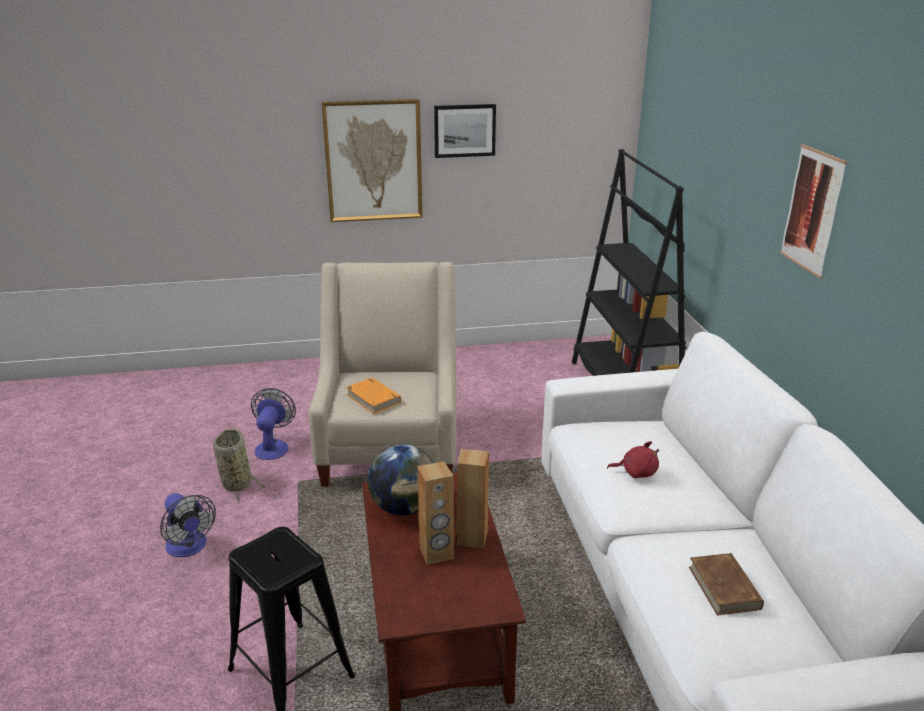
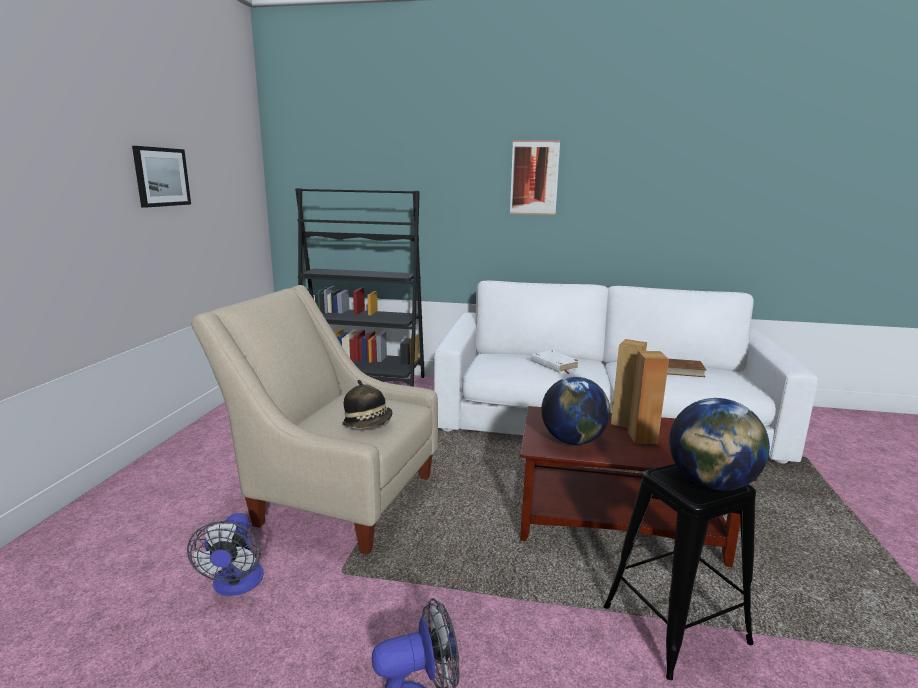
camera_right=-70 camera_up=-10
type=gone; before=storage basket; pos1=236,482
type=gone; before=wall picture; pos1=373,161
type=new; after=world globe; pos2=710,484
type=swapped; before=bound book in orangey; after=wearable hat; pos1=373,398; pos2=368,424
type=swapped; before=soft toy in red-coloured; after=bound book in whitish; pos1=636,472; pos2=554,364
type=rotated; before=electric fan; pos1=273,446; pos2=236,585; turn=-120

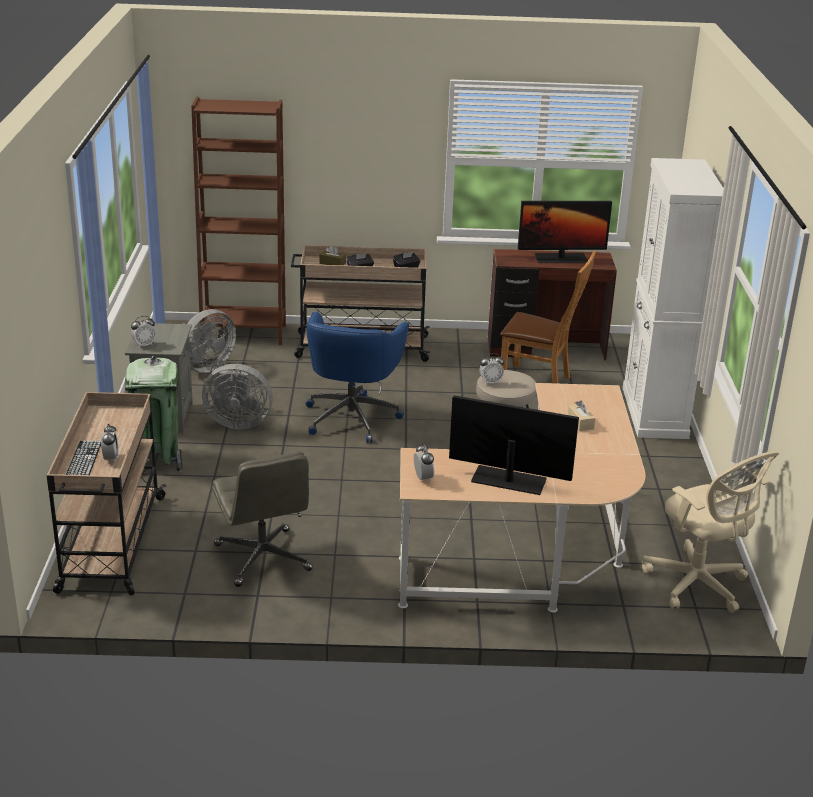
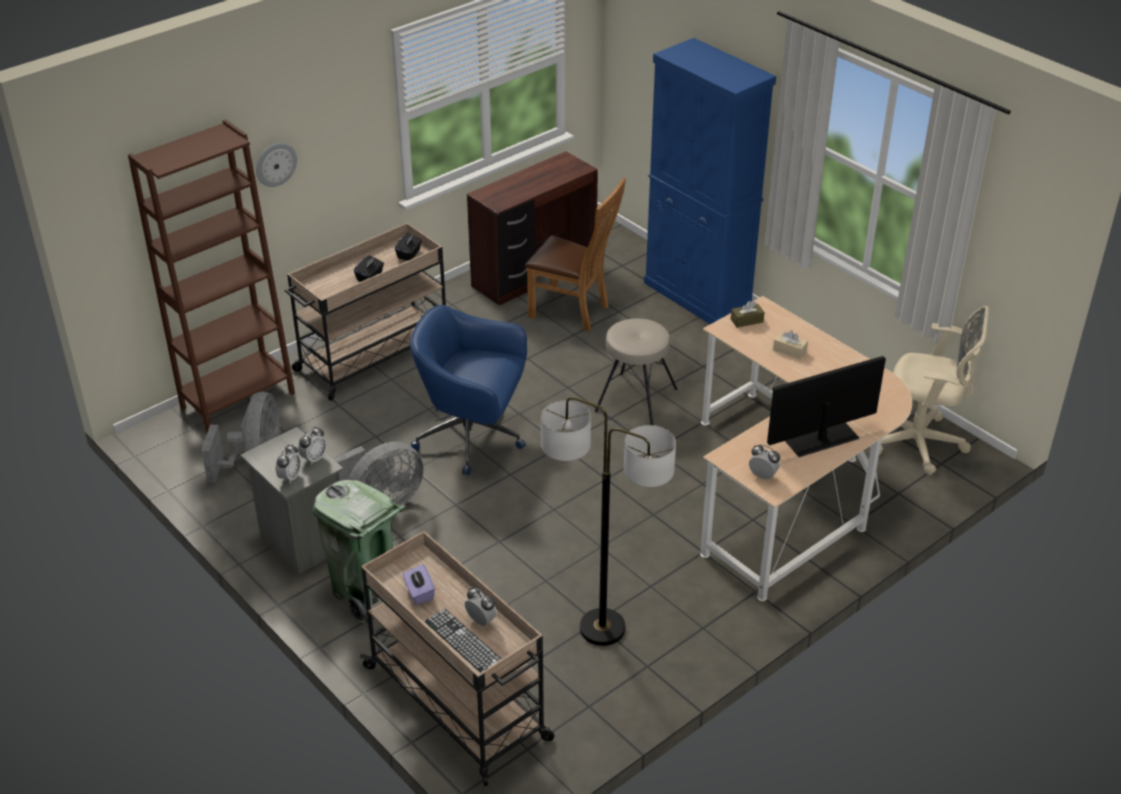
camera_right=-40 camera_up=10
type=gone; before=computer screen; pos1=561,258
type=new; after=clock on the wall; pos2=275,164
type=new; after=tissue box in purple; pos2=419,593
type=shifted; before=tissue box in brown; pos1=332,263; pos2=746,320
type=shifted; before=bedside clock; pos1=490,382; pos2=314,458
type=swapped; before=office chair in greyish; after=standing lamp; pos1=263,558; pos2=602,628
type=repainted; before=cabinet in whitish; after=cabinet in blue-coloured; pos1=654,413; pos2=697,295
type=rotated; before=office chair in blue-coloured; pos1=352,417; pos2=472,438; turn=135
type=rotated; before=plain chair in brown; pos1=539,381; pos2=573,311; turn=45

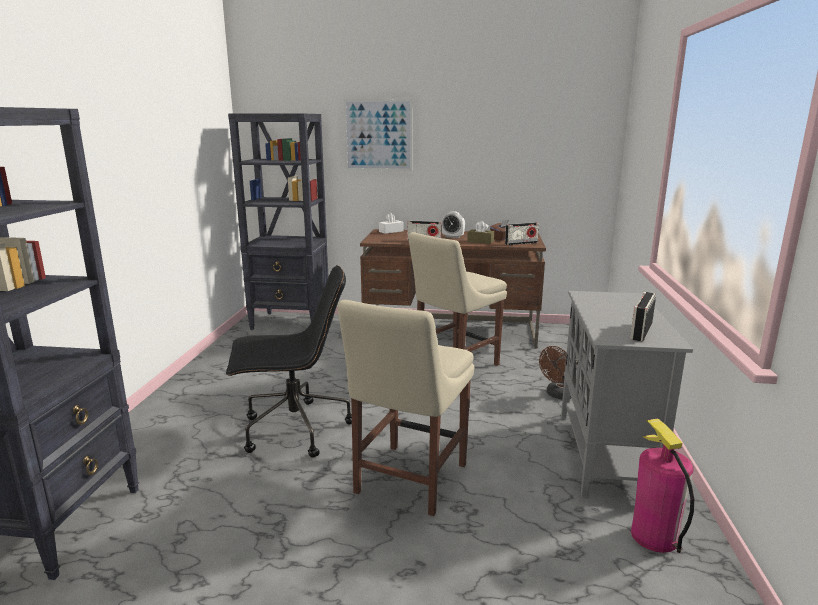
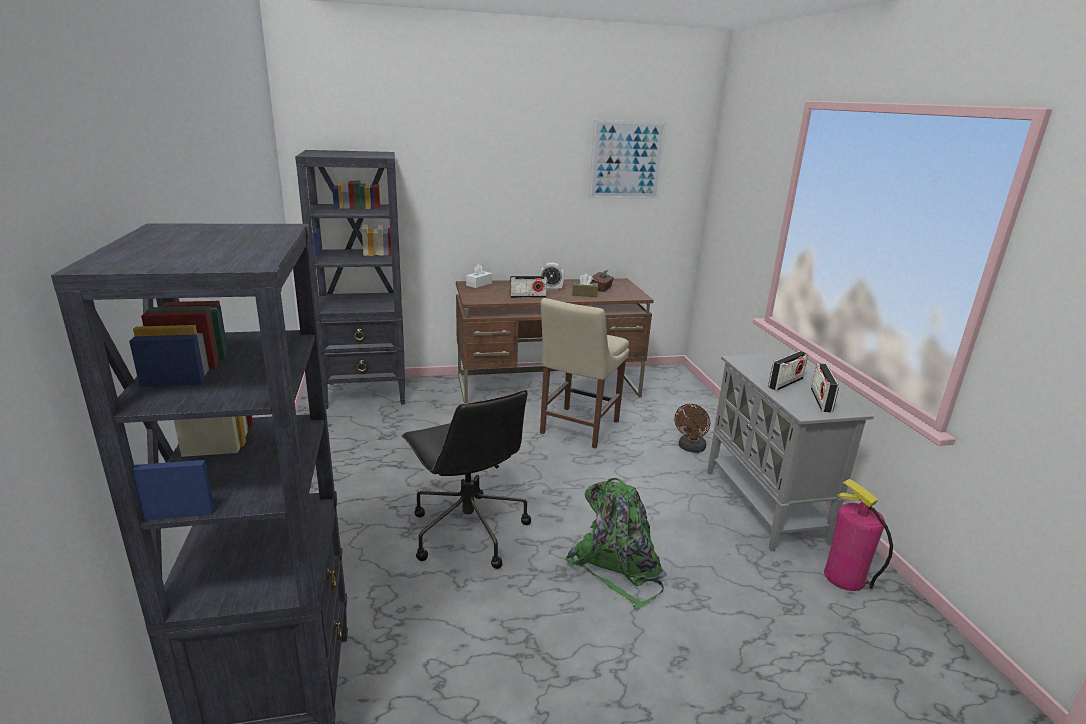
camera_right=-20 camera_up=5
type=shifted; before=wall picture; pos1=378,135; pos2=626,160
type=shifted; before=radio; pos1=521,243; pos2=785,383
type=swapped; before=plain chair in beige-coloured; after=rucksack in greenish; pos1=408,481; pos2=618,566
type=rotated; before=office chair in blackish; pos1=293,430; pos2=467,530; turn=90

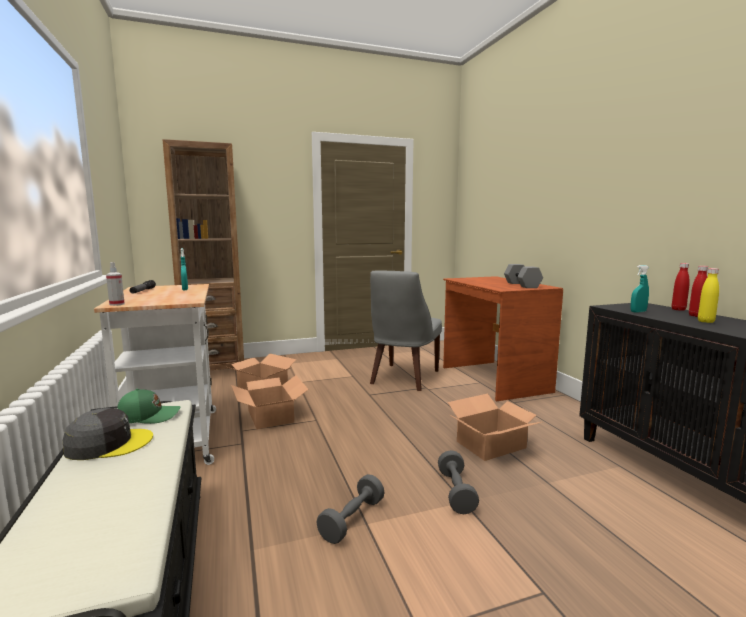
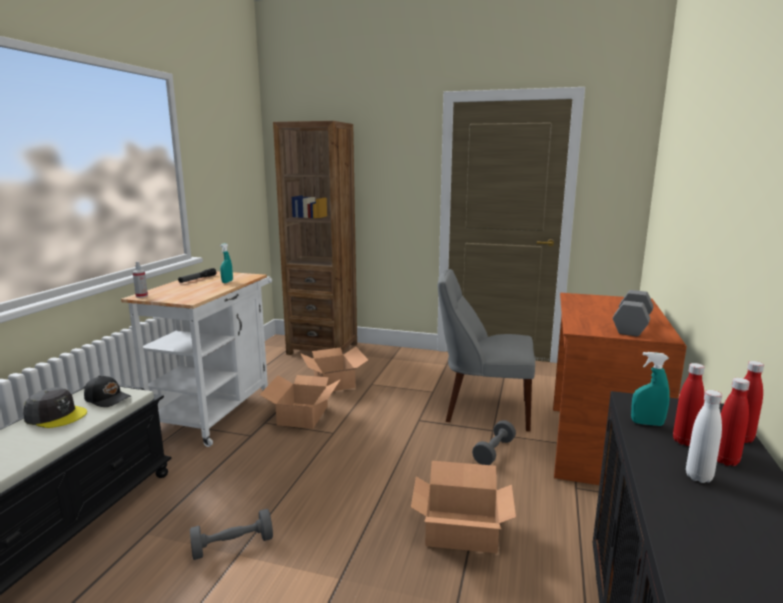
camera_right=35 camera_up=5
type=new; after=beverage bottle in red-coloured; pos2=684,441
type=shifted; before=hand weight in greyish; pos1=456,492; pos2=494,452
type=repainted; before=peaked cap in greenish; after=peaked cap in blackish; pos1=148,416; pos2=108,398
type=repainted; before=beverage bottle in yellow-coloured; after=beverage bottle in whitish; pos1=706,321; pos2=698,477
type=rotated; before=plain chair in greyish; pos1=403,378; pos2=483,410; turn=45

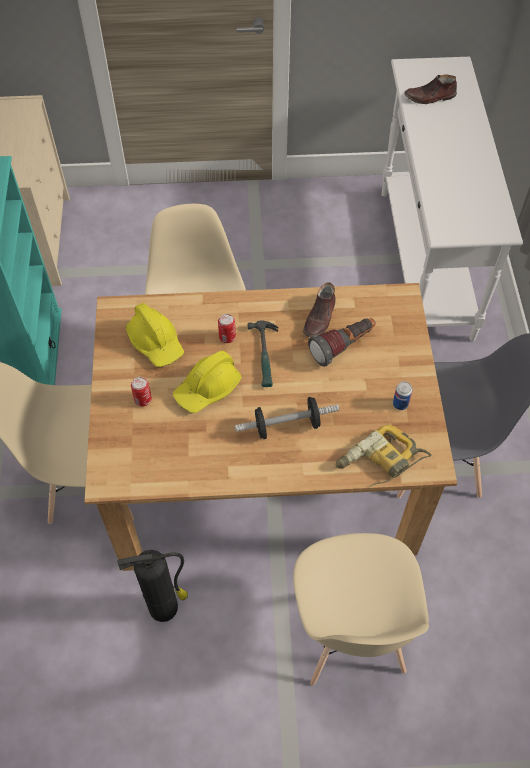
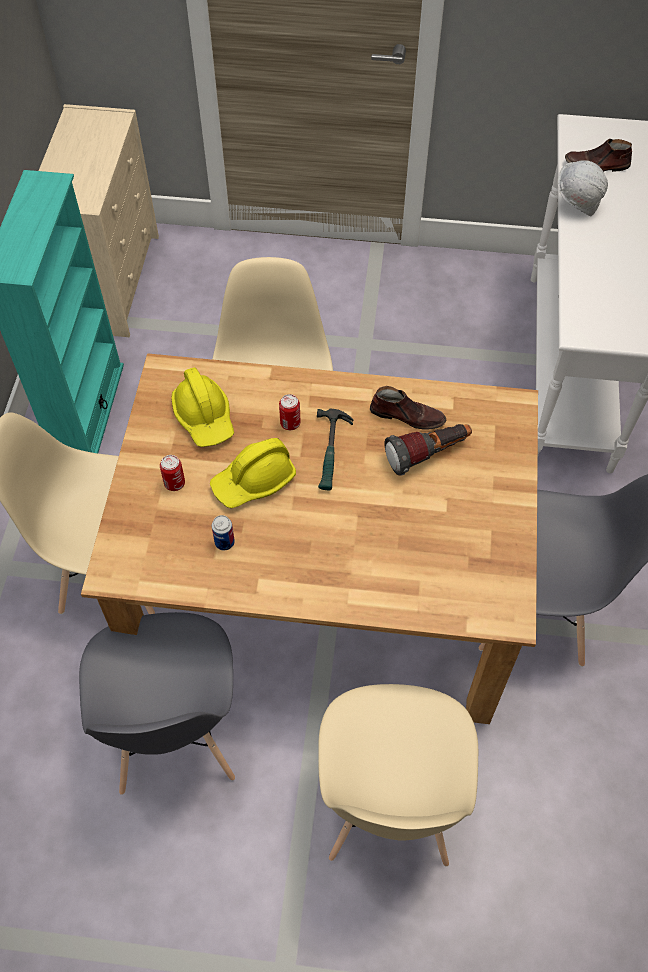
camera_right=10 camera_up=0
type=gone; before=hand weight; pos1=287,426
type=gone; before=power drill; pos1=380,463
type=new; after=safety helmet in whitish; pos2=577,205
type=shifted; before=sealed can; pos1=400,404; pos2=224,542
type=swapped; before=fire extinguisher; after=plain chair in greyish; pos1=165,607; pos2=174,735
type=rotated; before=shoe in brown; pos1=320,317; pos2=407,415; turn=-105

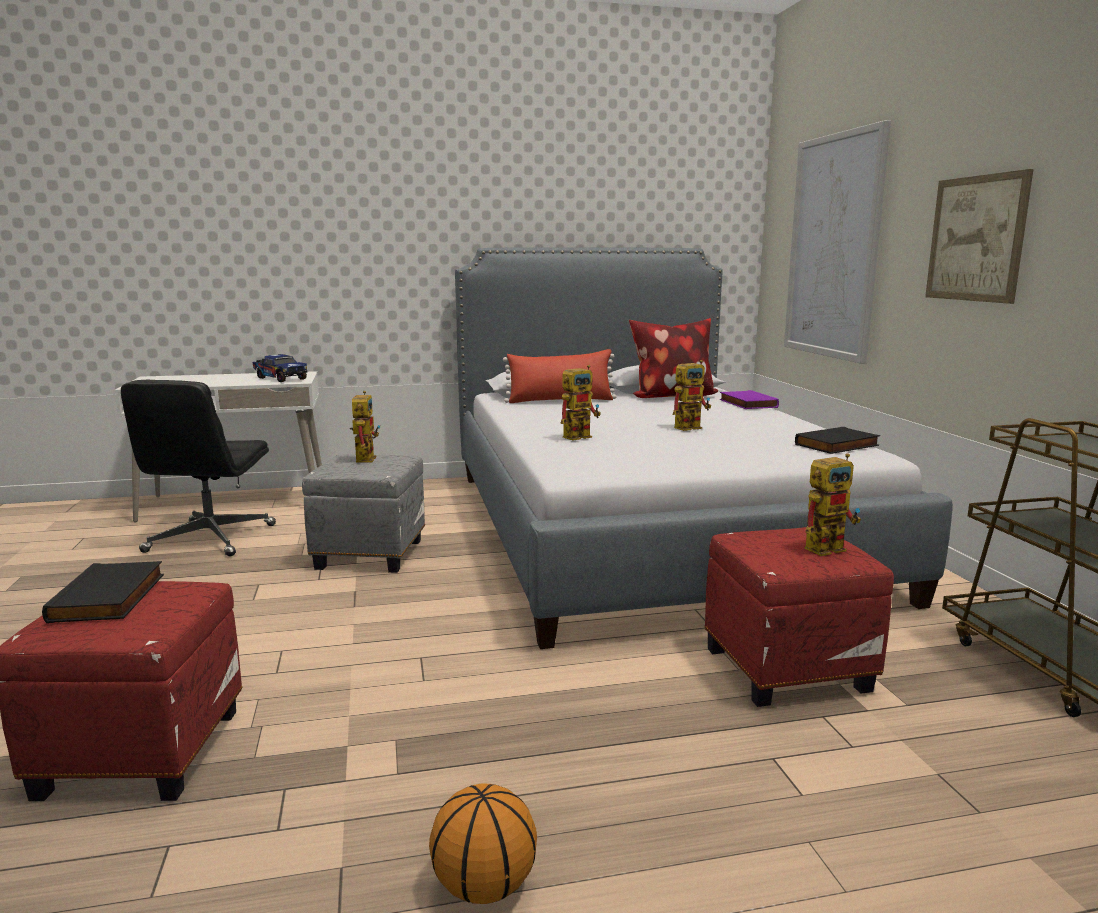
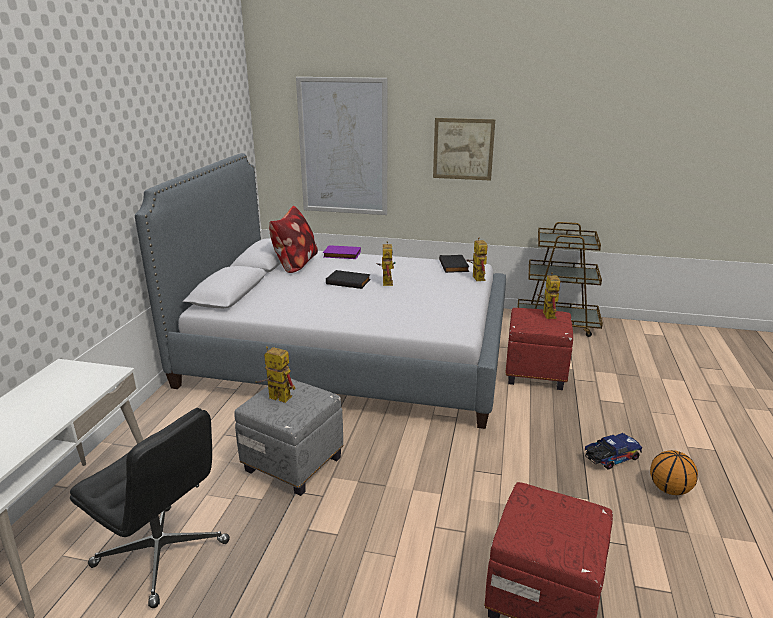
camera_right=-65 camera_up=10
type=gone; before=throw pillow in red-coloured; pos1=560,400
type=shifted; before=bound book in blackish; pos1=110,598; pos2=349,281
type=shifted; before=model truck; pos1=280,378; pos2=610,458
type=shifted; before=robot figure; pos1=580,436; pos2=476,277

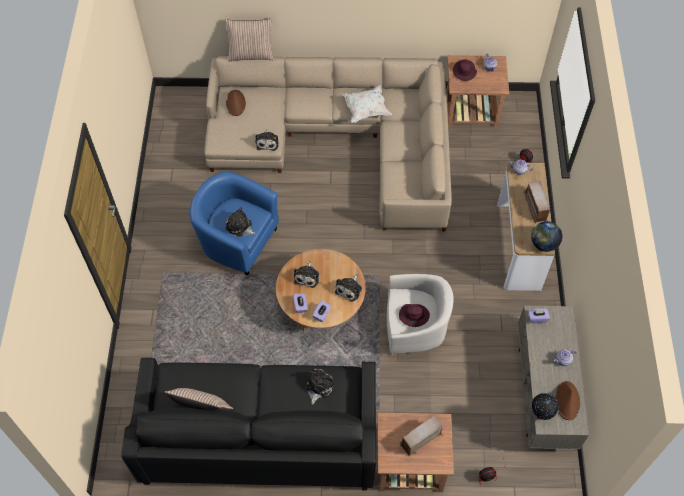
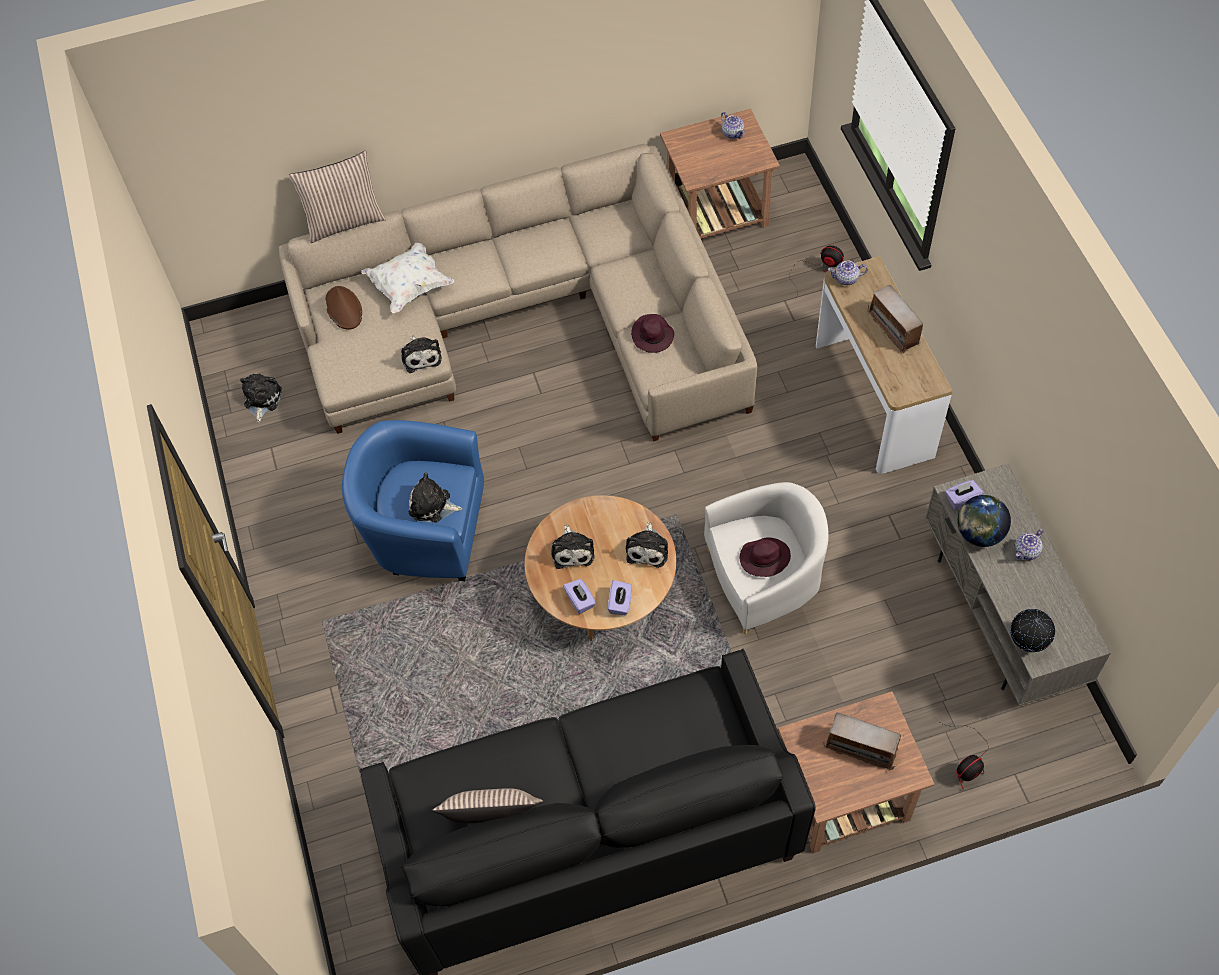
camera_right=-15 camera_up=0
type=gone; before=wearable hat in brown; pos1=567,400
type=shifted; before=soft toy; pos1=319,386; pos2=262,399
type=shifted; before=throw pillow in whitish; pos1=366,110; pos2=409,286
type=shifted; before=wearable hat in purple; pos1=464,72; pos2=653,336
type=shifted; before=world globe; pos1=543,244; pos2=979,533
type=rotated; before=radio; pos1=420,439; pos2=861,747; turn=-105

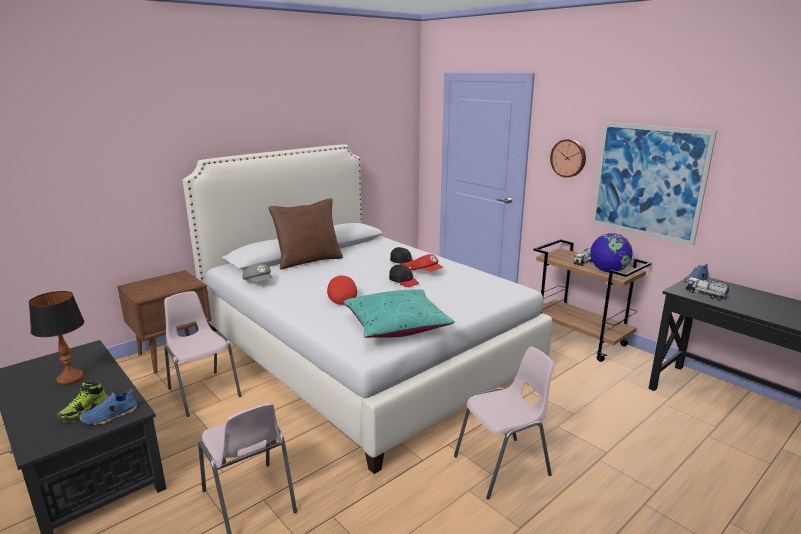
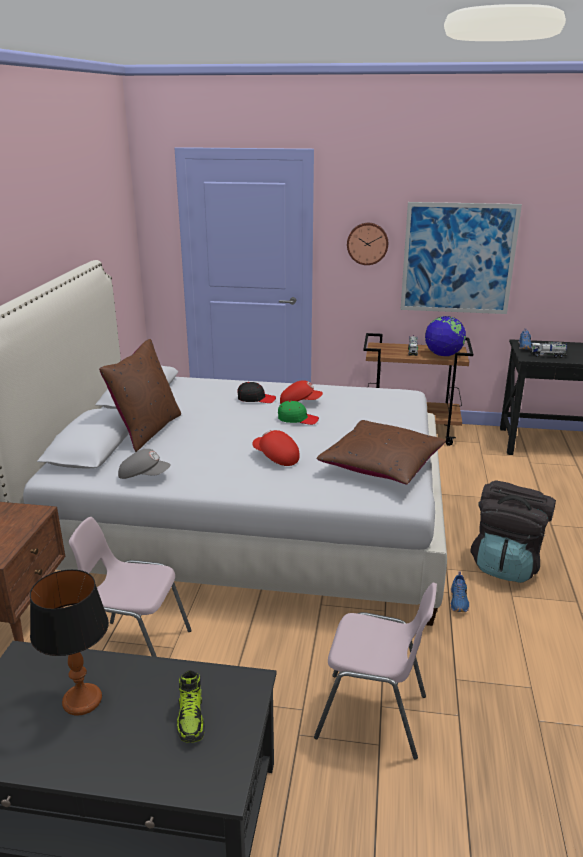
camera_right=-40 camera_up=5
type=shifted; before=shoe in blue-coloured; pos1=110,416; pos2=459,601
type=swapped; before=plain chair in pinkish; after=rucksack in blackish; pos1=503,466; pos2=506,564
type=repainted; before=throw pillow in turquoise; after=throw pillow in brown; pos1=396,326; pos2=381,465
type=repainted; before=peaked cap in blackish; after=peaked cap in greenish; pos1=403,281; pos2=297,419

